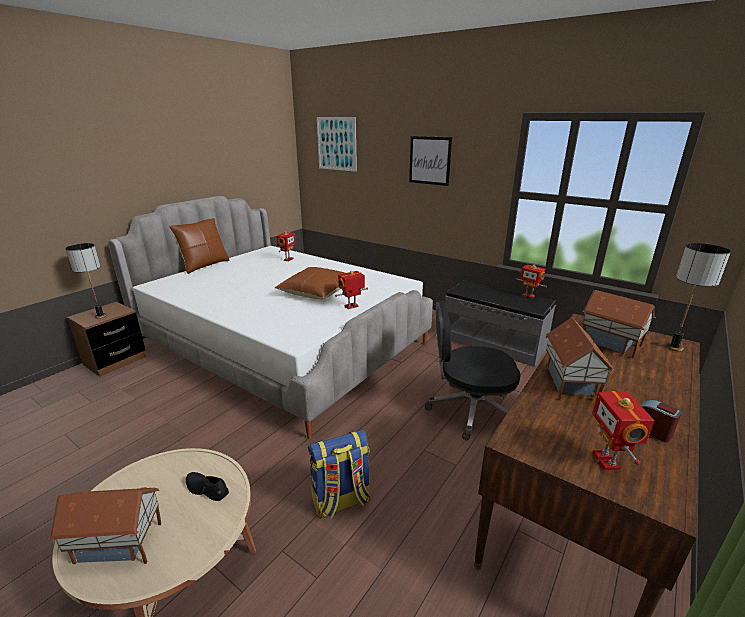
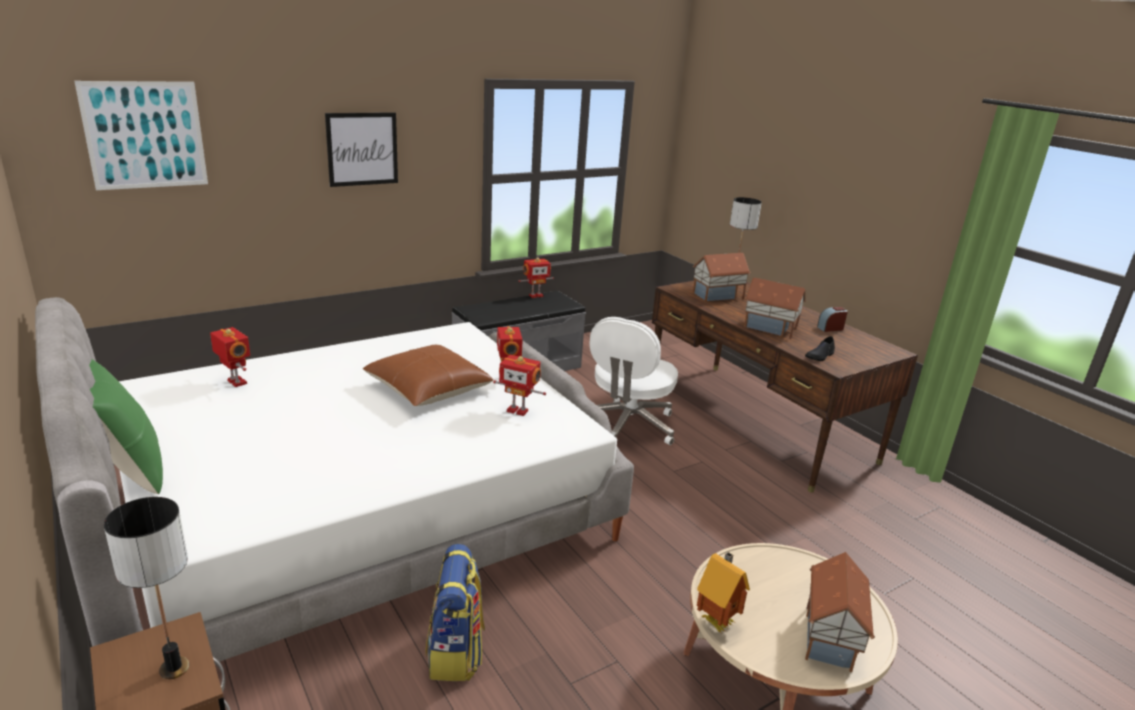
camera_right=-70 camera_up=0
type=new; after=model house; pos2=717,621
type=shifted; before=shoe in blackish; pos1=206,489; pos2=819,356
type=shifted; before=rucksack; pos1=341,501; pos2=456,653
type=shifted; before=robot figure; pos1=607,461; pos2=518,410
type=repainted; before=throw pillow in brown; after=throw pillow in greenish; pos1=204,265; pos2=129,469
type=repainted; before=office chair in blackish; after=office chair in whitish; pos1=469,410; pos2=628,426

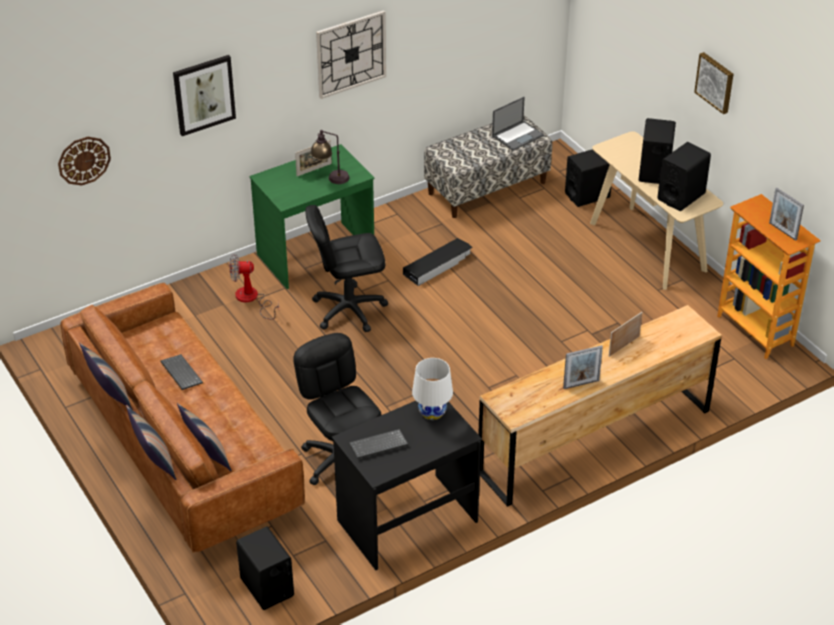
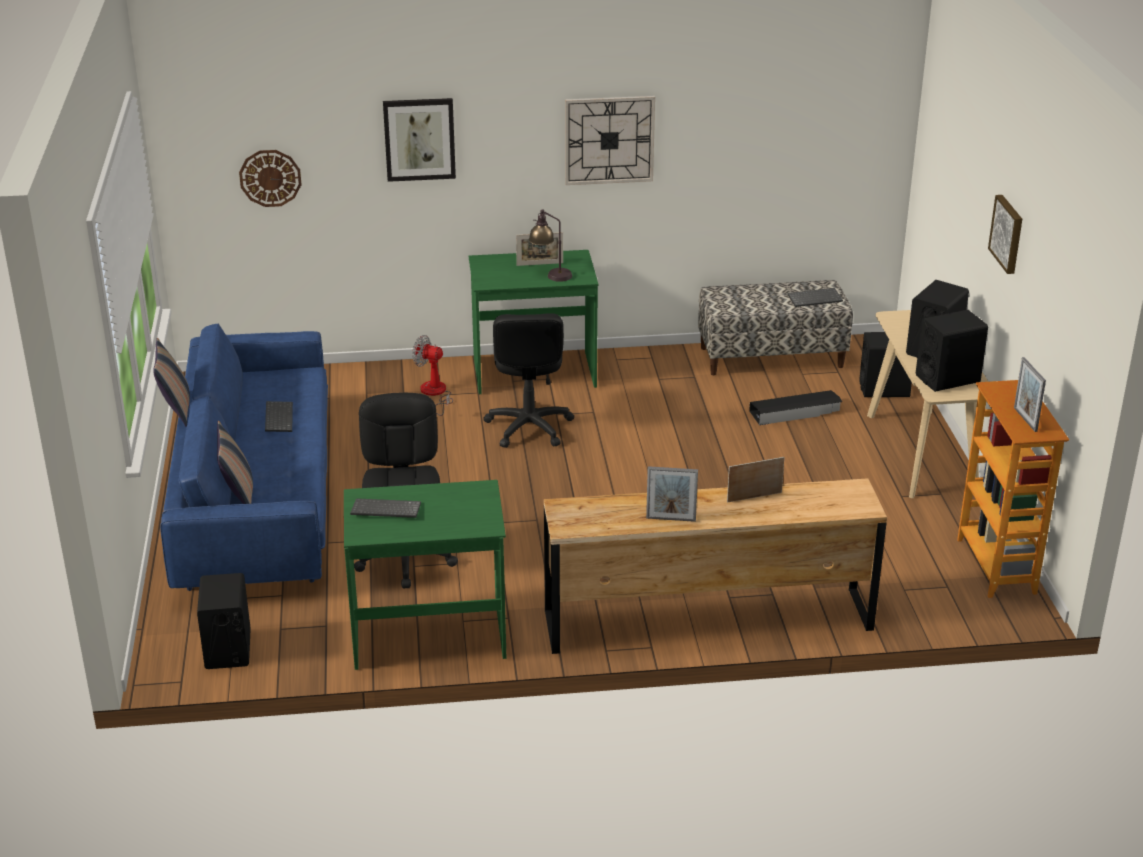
camera_right=25 camera_up=-10
type=gone; before=throw pillow; pos1=155,463
type=gone; before=table lamp in whitish; pos1=432,412
type=shifted; before=storage bin in blackish; pos1=438,265; pos2=795,412
type=swapped; before=laptop; after=PC keyboard; pos1=518,135; pos2=815,298
type=repainted; before=sofa in brown; after=sofa in blue-coloured; pos1=184,445; pos2=258,499
type=repainted; before=desk table in blackish; after=desk table in greenish; pos1=407,520; pos2=429,633
type=rotated; before=office chair in blackish; pos1=348,309; pos2=528,427; turn=-105

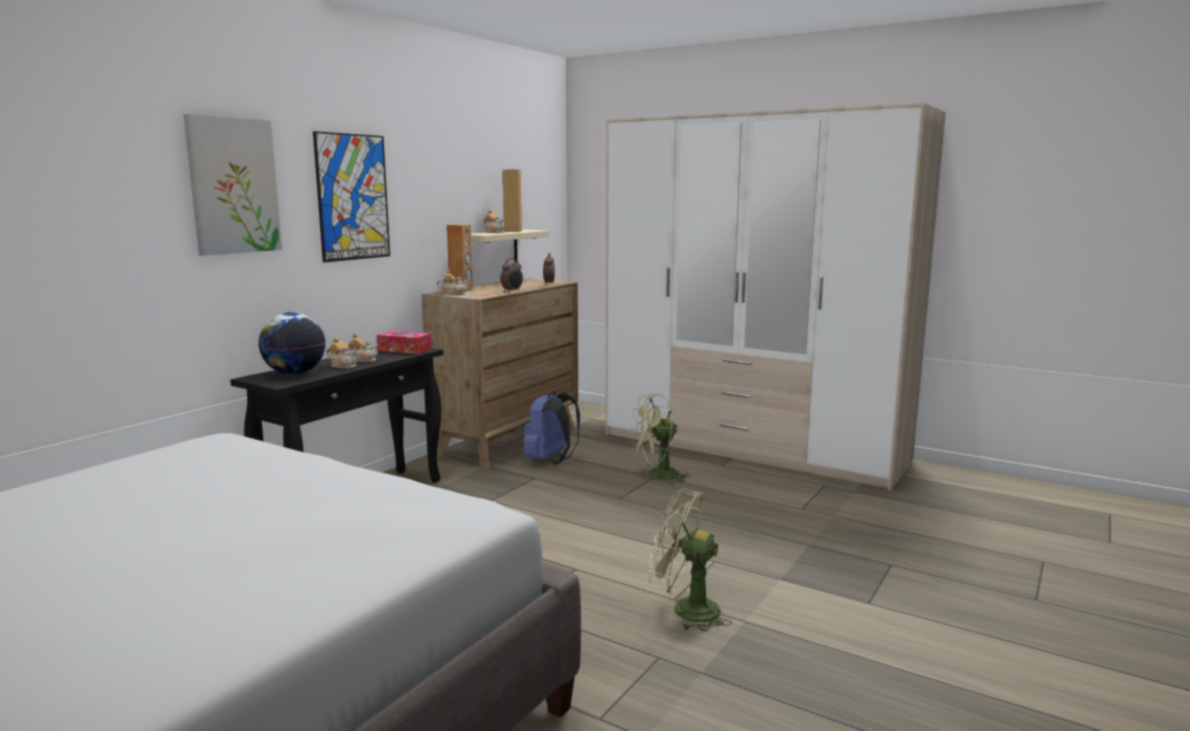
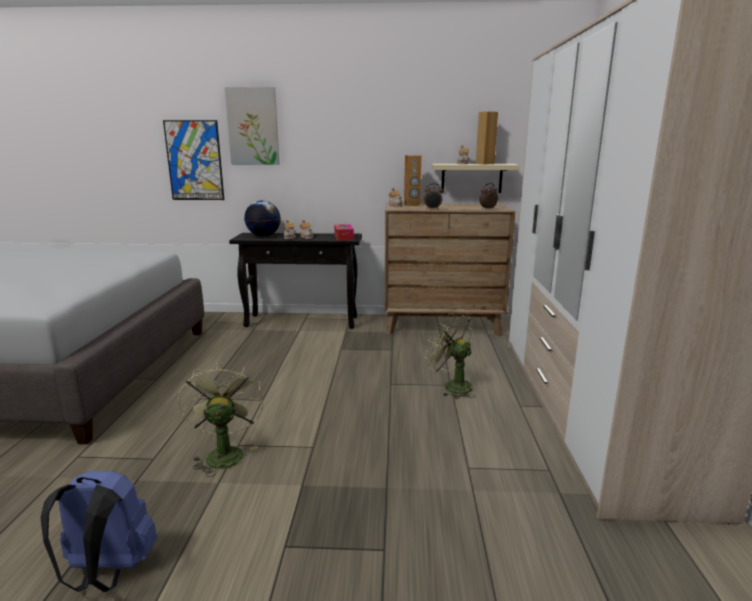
camera_right=60 camera_up=5
type=shifted; before=wall picture; pos1=353,197; pos2=194,161
type=shifted; before=rucksack in blue-coloured; pos1=551,460; pos2=108,573

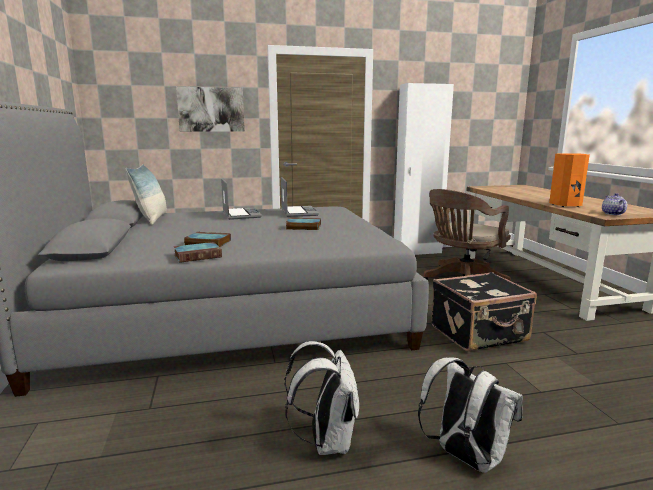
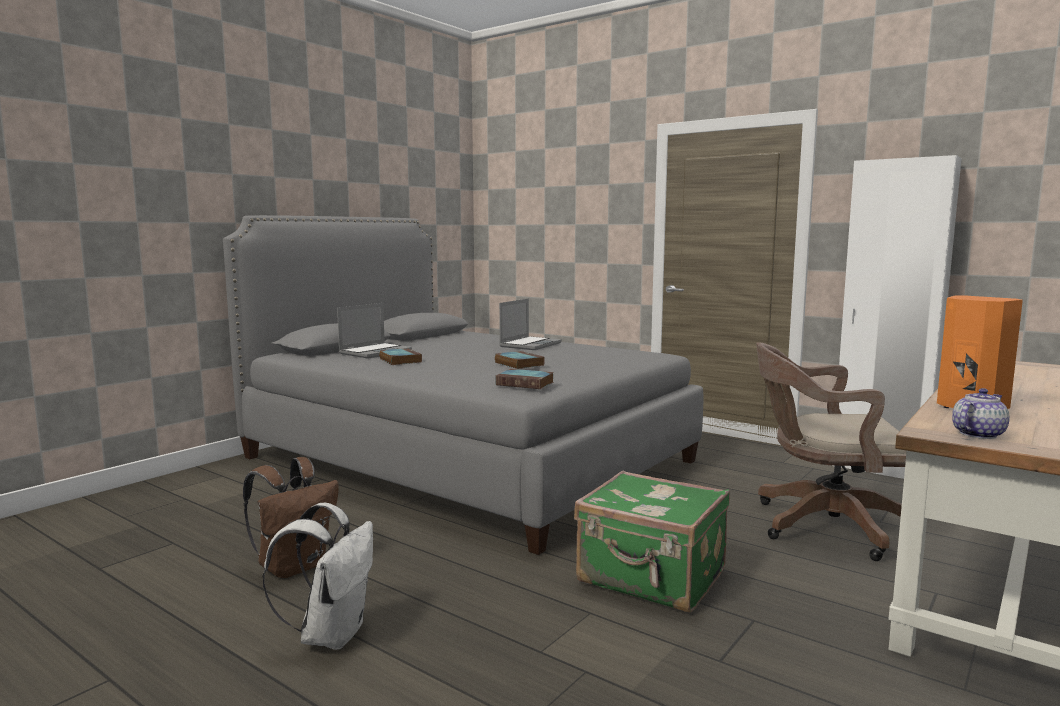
camera_right=50 camera_up=-5
type=gone; before=throw pillow; pos1=152,219
type=gone; before=wall picture; pos1=211,109
type=shifted; before=bound book; pos1=198,255; pos2=526,383
type=shifted; before=laptop; pos1=298,212; pos2=375,352
type=repainted; before=rucksack in whitish; after=rucksack in brown; pos1=327,441; pos2=294,566
type=repainted; before=suitcase in blackish; after=suitcase in greenish; pos1=480,334; pos2=651,578

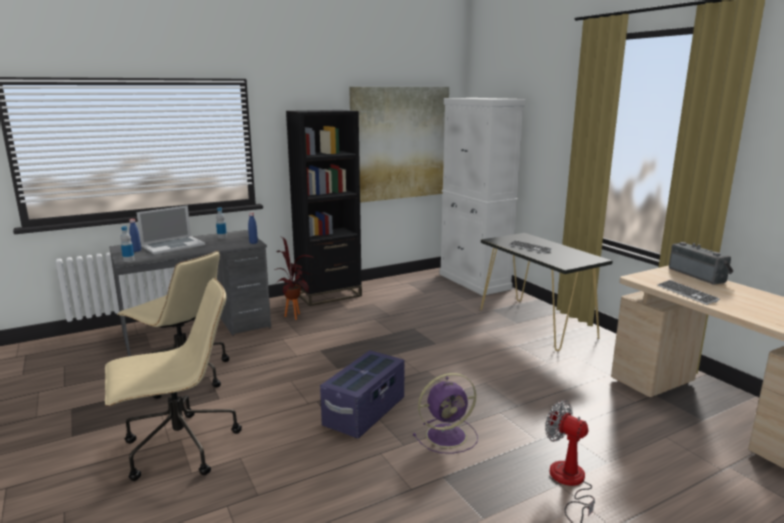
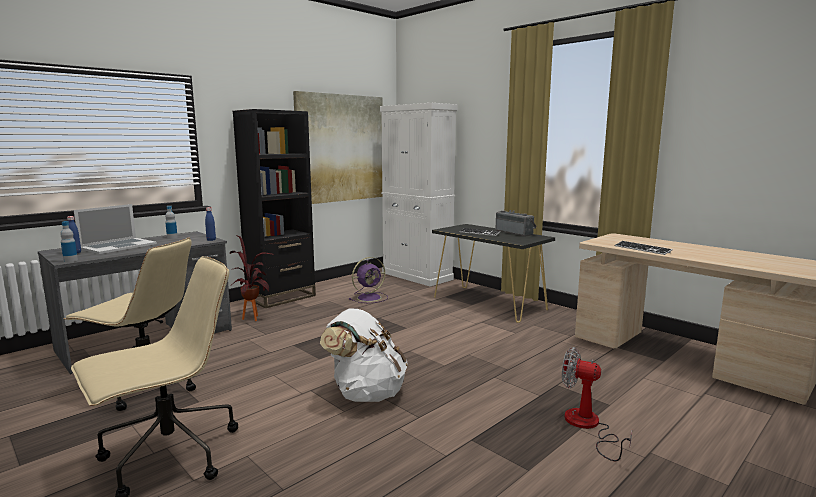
camera_right=-15 camera_up=-5
type=shifted; before=electric fan in purple; pos1=448,435; pos2=370,297
type=shifted; before=radio; pos1=698,275; pos2=515,233
type=swapped; before=storage bin in purple; after=rucksack in whitish; pos1=365,412; pos2=366,394

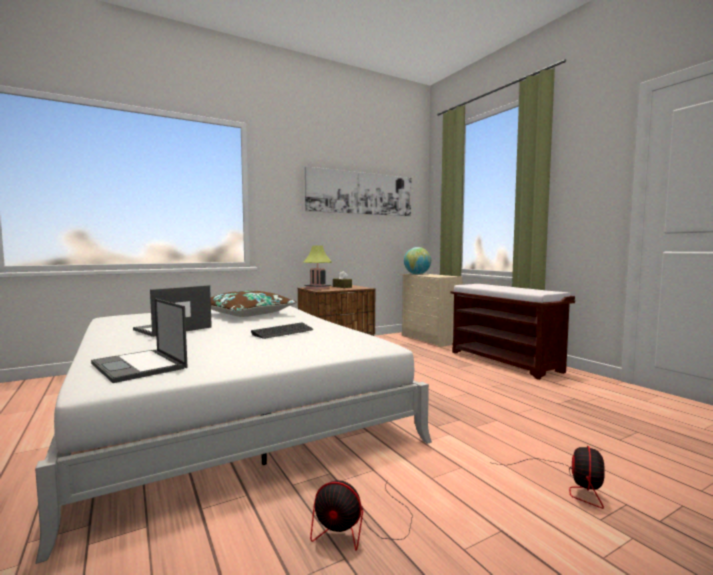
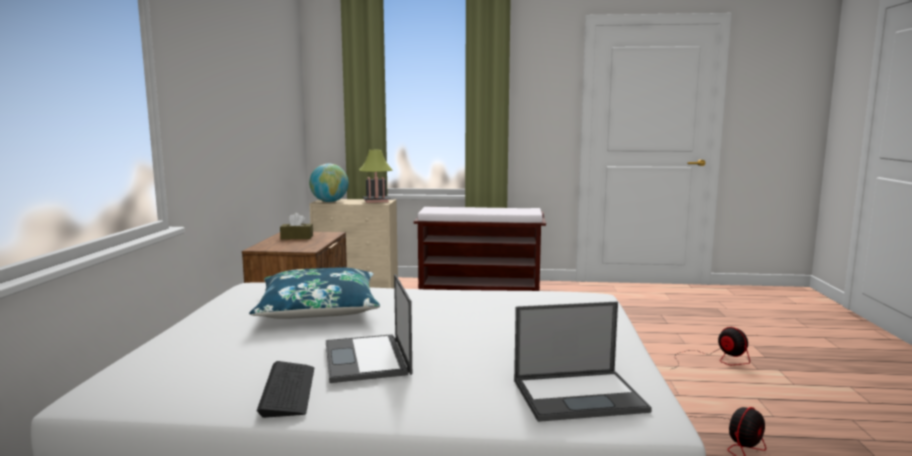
camera_right=-55 camera_up=5
type=gone; before=wall picture; pos1=361,193
type=shifted; before=PC keyboard; pos1=283,332; pos2=288,390
type=shifted; before=table lamp; pos1=317,288; pos2=376,201
type=repainted; before=throw pillow in brown; after=throw pillow in blue-coloured; pos1=247,314; pos2=318,309

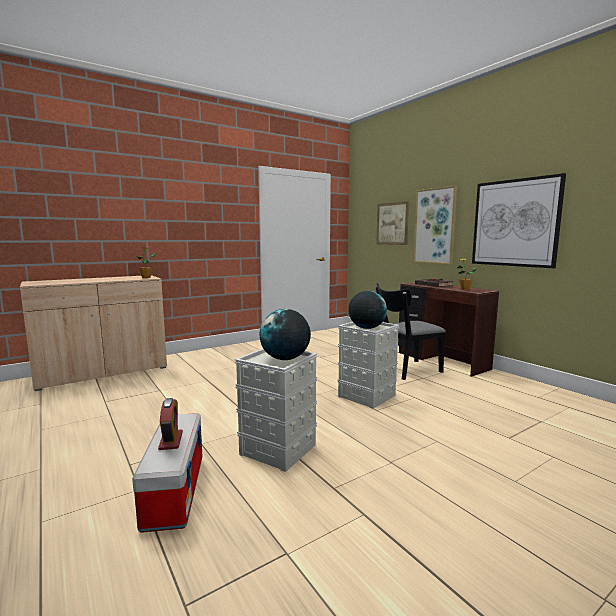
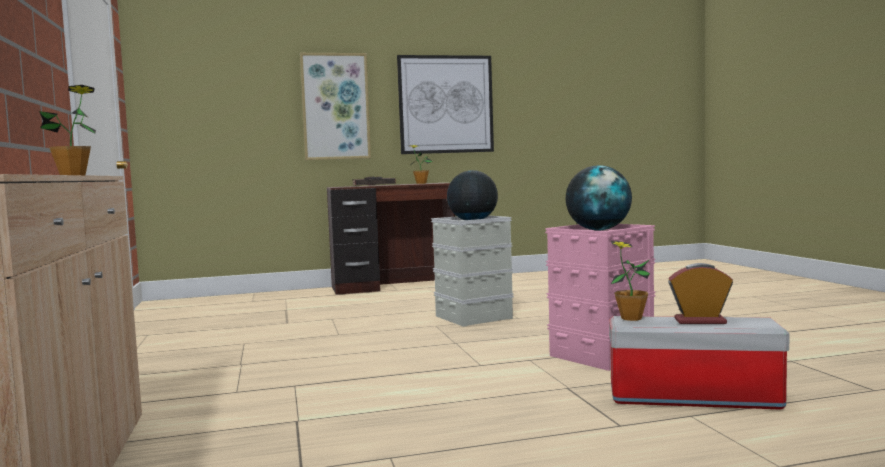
camera_right=-70 camera_up=-5
type=gone; before=wall picture; pos1=392,223
type=gone; before=plain chair in blackish; pos1=406,370
type=new; after=plant in a pot; pos2=631,318
type=repainted; before=storage bin in greyish; after=storage bin in pinkish; pos1=279,449; pos2=601,355

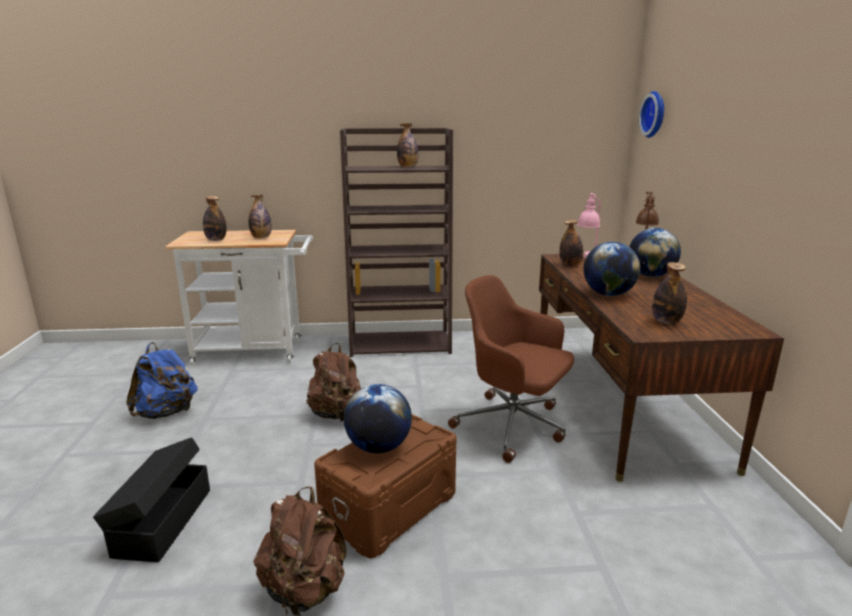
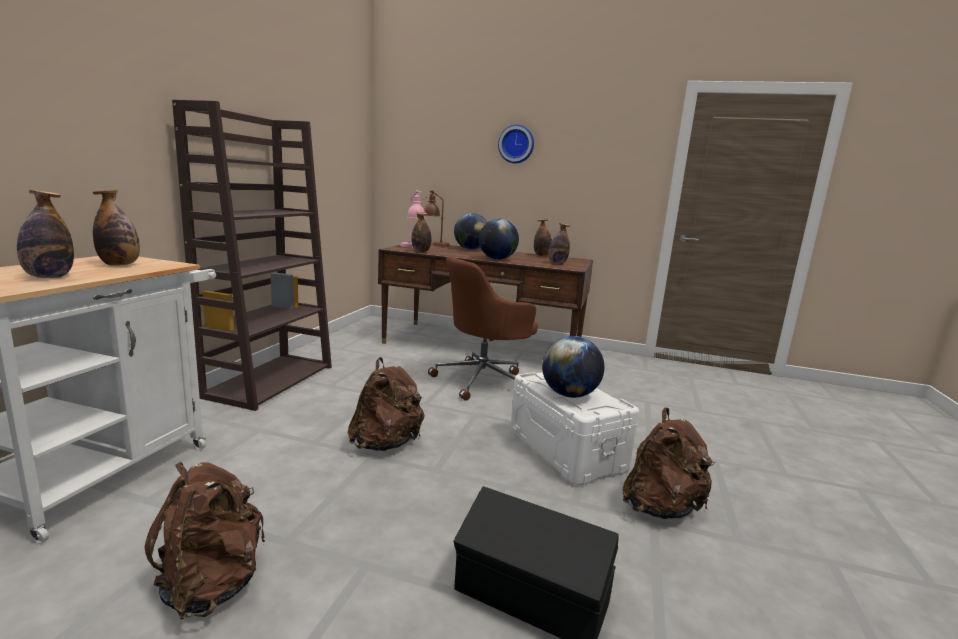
camera_right=-70 camera_up=-5
type=shifted; before=beverage bottle; pos1=408,167; pos2=542,255
type=shifted; before=clock on the wall; pos1=655,114; pos2=516,144
type=repainted; before=rucksack in blue-coloured; after=rucksack in brown; pos1=166,413; pos2=212,584
type=repainted; before=storage bin in brown; after=storage bin in whitish; pos1=388,507; pos2=565,450

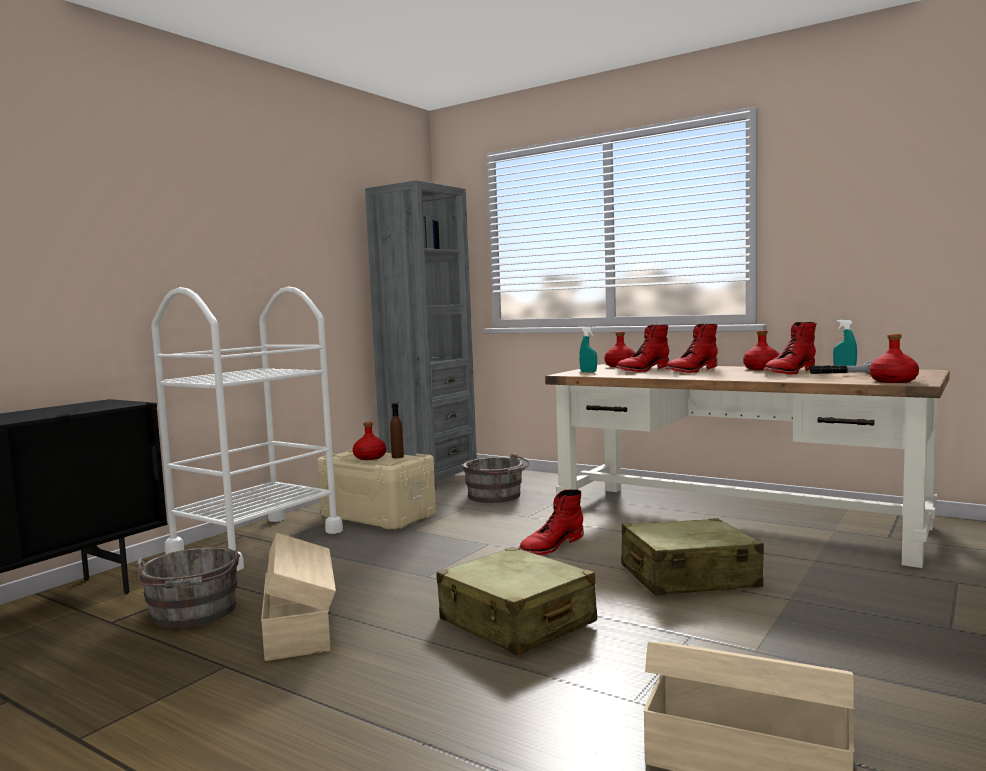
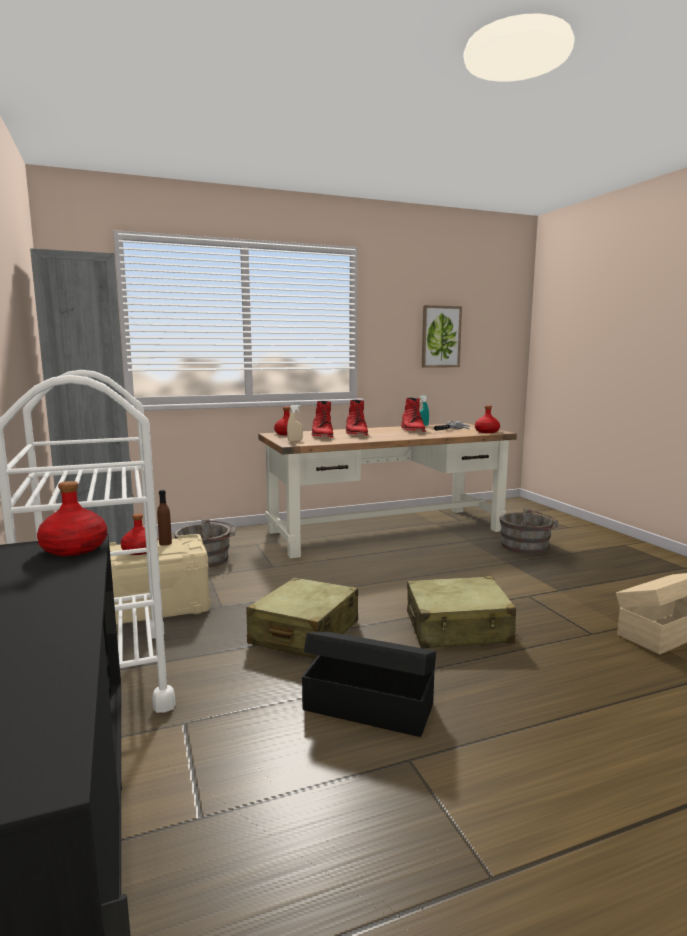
camera_right=-55 camera_up=5
type=gone; before=high-top boot in red-coloured; pos1=551,545
type=new; after=wall picture; pos2=440,337
type=shifted; before=bucket in greyish; pos1=193,613; pos2=527,547
type=shifted; before=suitcase in beige-coloured; pos1=688,577; pos2=304,633
type=shifted; before=beverage bottle in red-coloured; pos1=761,369; pos2=73,548
type=repainted; before=storage bin in beige-coloured; after=storage bin in blackish; pos1=299,627; pos2=367,705
type=repainted; before=spray bottle in turquoise; after=spray bottle in beige-coloured; pos1=588,372; pos2=295,441

